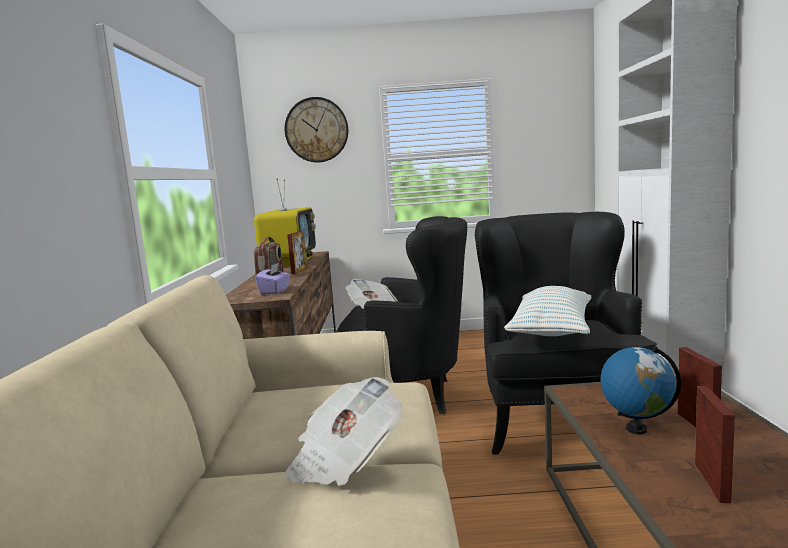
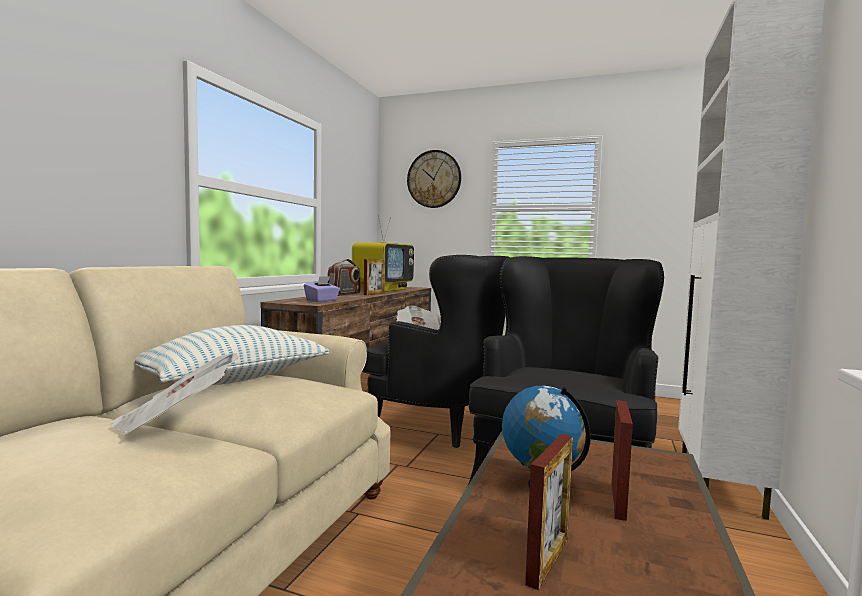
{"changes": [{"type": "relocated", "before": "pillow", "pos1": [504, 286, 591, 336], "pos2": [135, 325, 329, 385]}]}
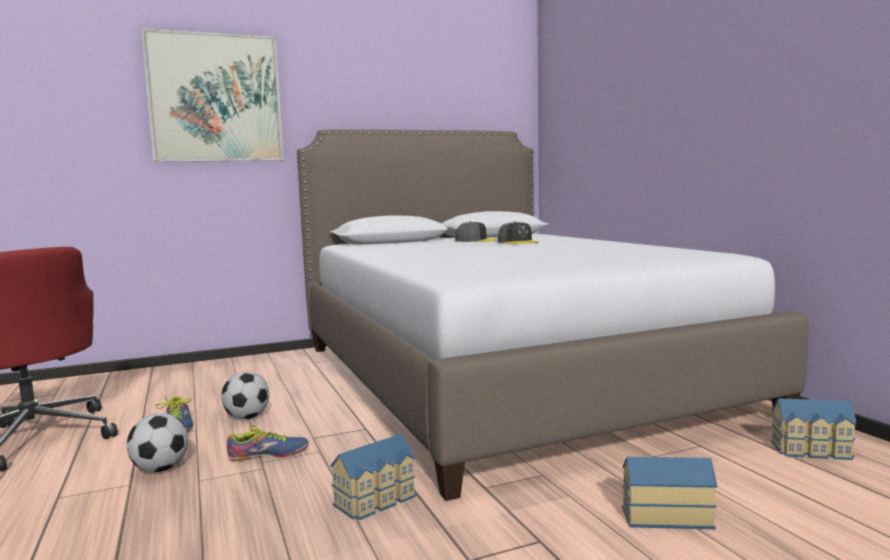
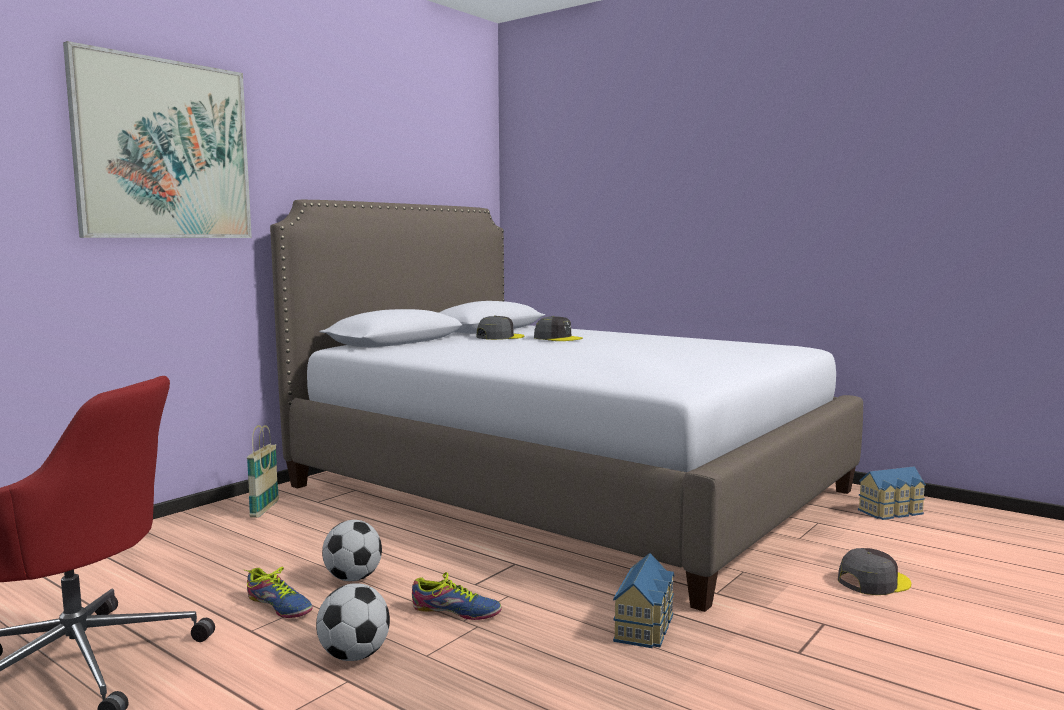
{"changes": [{"type": "appeared", "after": "basket", "pos2": [247, 425, 279, 518]}, {"type": "exchanged", "before": "toy house", "after": "grey cap", "pos1": [622, 457, 717, 530], "pos2": [838, 548, 911, 595]}, {"type": "spun", "before": "shoe", "pos1": [227, 425, 309, 461], "pos2": [412, 572, 502, 620], "turn": 60}]}
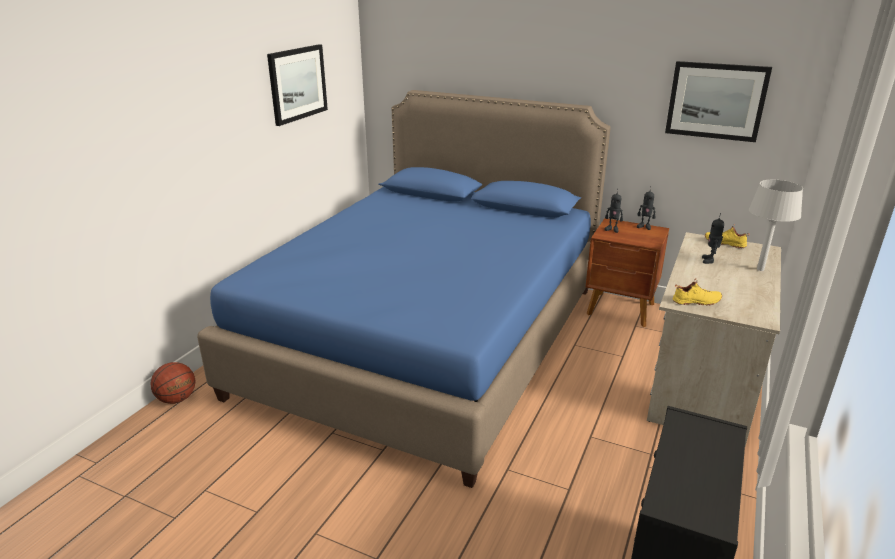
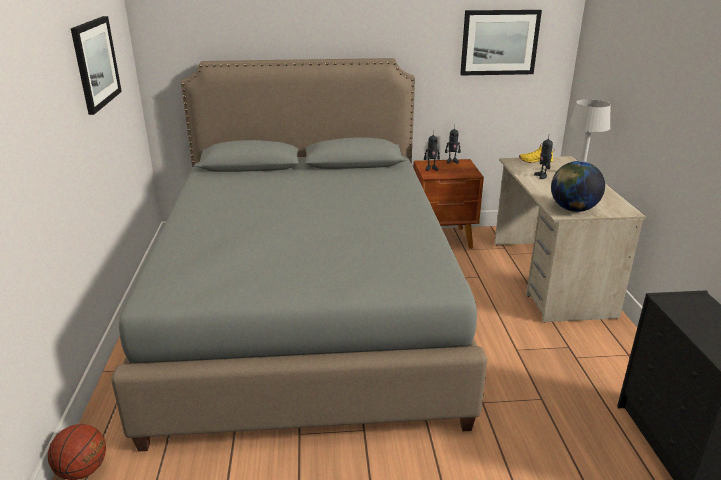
{"changes": [{"type": "exchanged", "before": "yellow shoe", "after": "globe", "pos1": [672, 278, 722, 306], "pos2": [551, 161, 605, 212]}, {"type": "colour", "before": "blue bed", "after": "grey bed", "pos1": [197, 90, 611, 488], "pos2": [111, 58, 488, 452]}]}
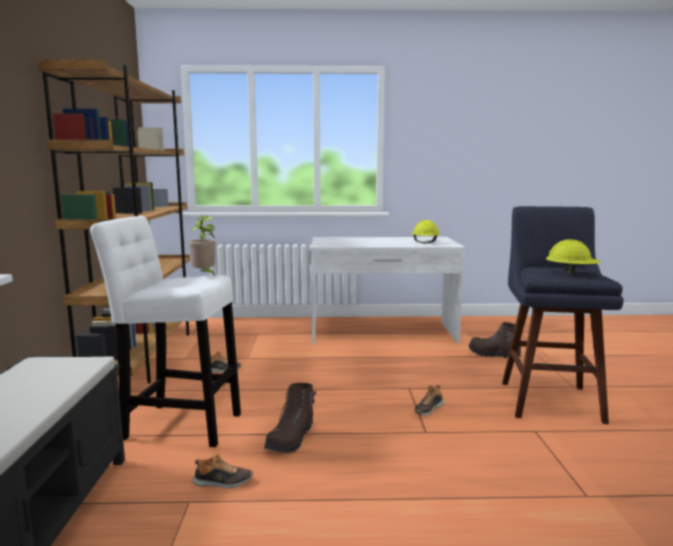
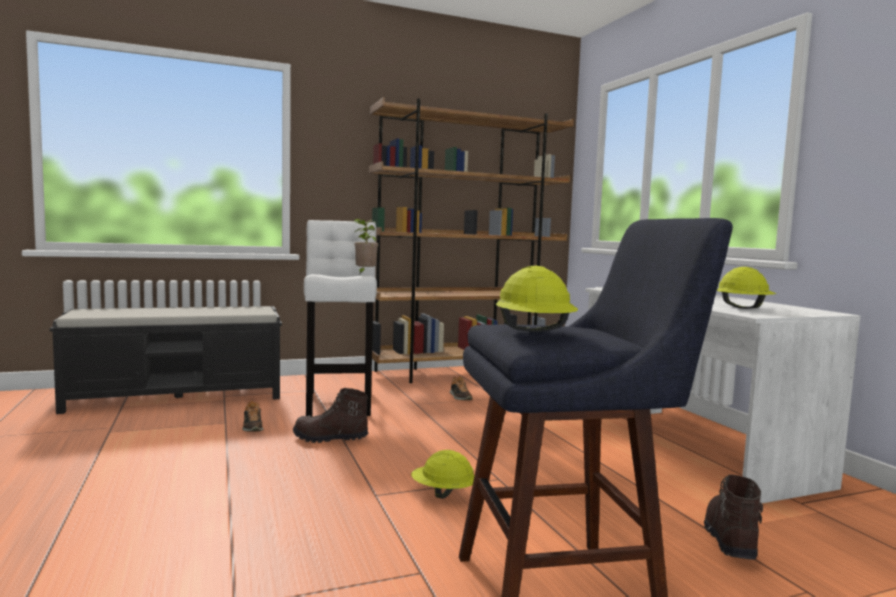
{"changes": [{"type": "exchanged", "before": "shoe", "after": "yellow hard hat", "pos1": [414, 385, 444, 416], "pos2": [411, 450, 474, 499]}]}
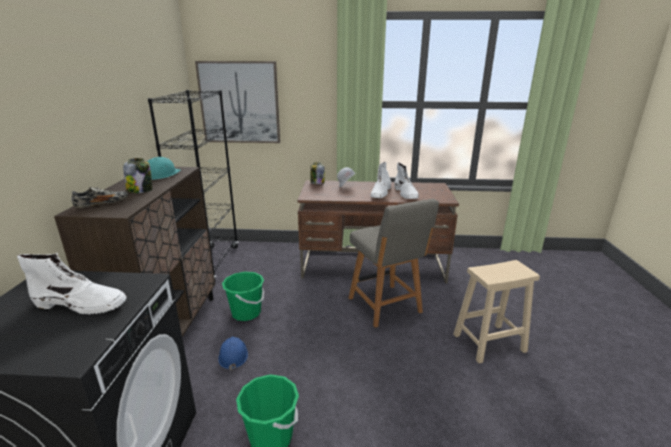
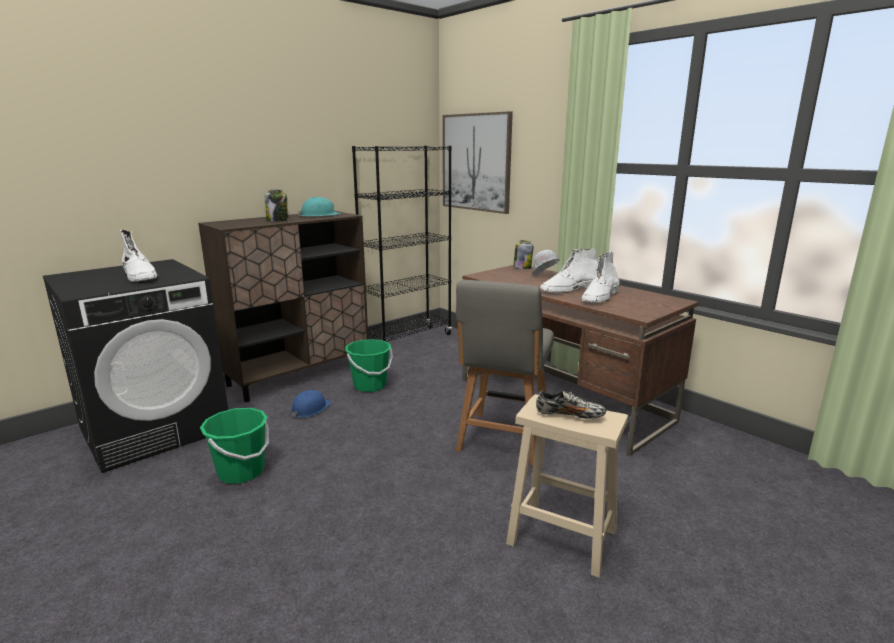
{"changes": [{"type": "relocated", "before": "shoe", "pos1": [71, 187, 128, 208], "pos2": [536, 390, 606, 419]}]}
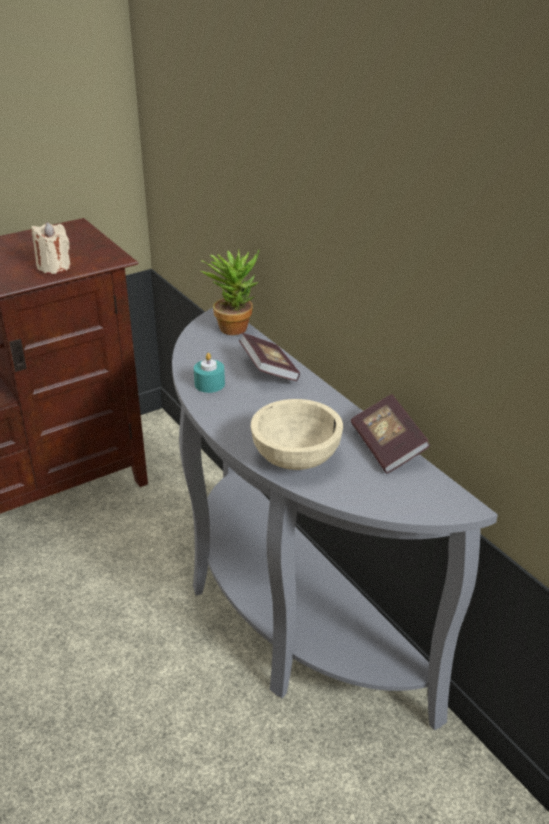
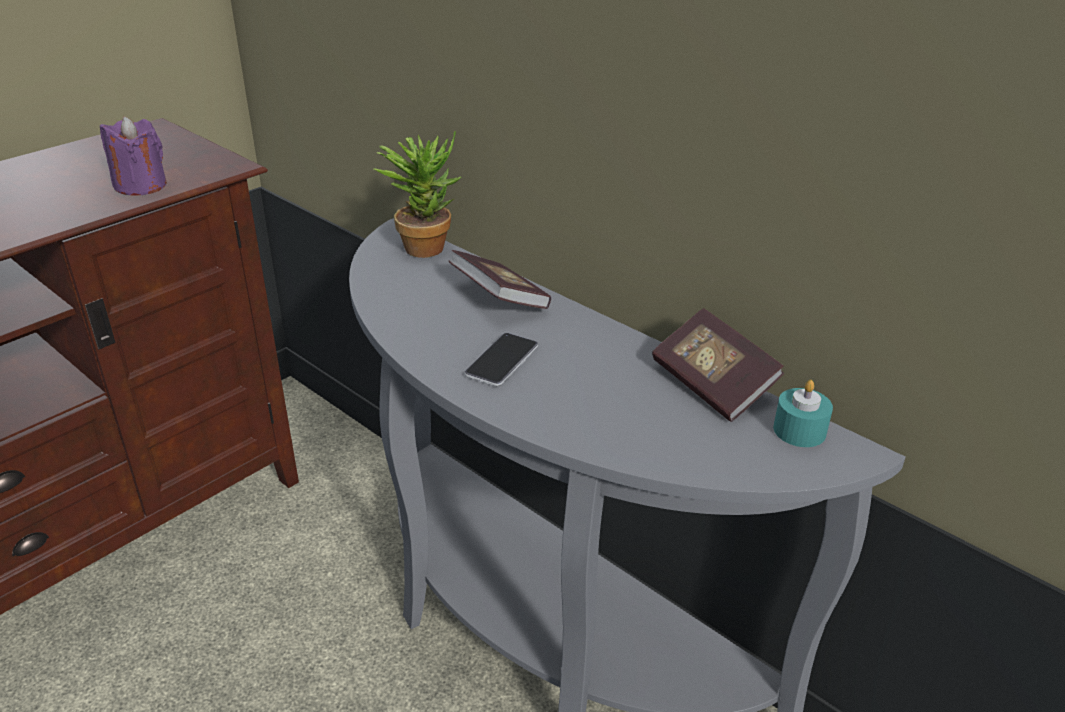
{"changes": [{"type": "missing", "before": "beige bowl", "pos1": [251, 399, 343, 470]}, {"type": "appeared", "after": "phone", "pos2": [464, 333, 538, 386]}, {"type": "relocated", "before": "turquoise candle", "pos1": [194, 353, 225, 393], "pos2": [773, 380, 833, 447]}, {"type": "colour", "before": "beige candle", "after": "purple candle", "pos1": [32, 222, 71, 274], "pos2": [100, 117, 167, 196]}]}
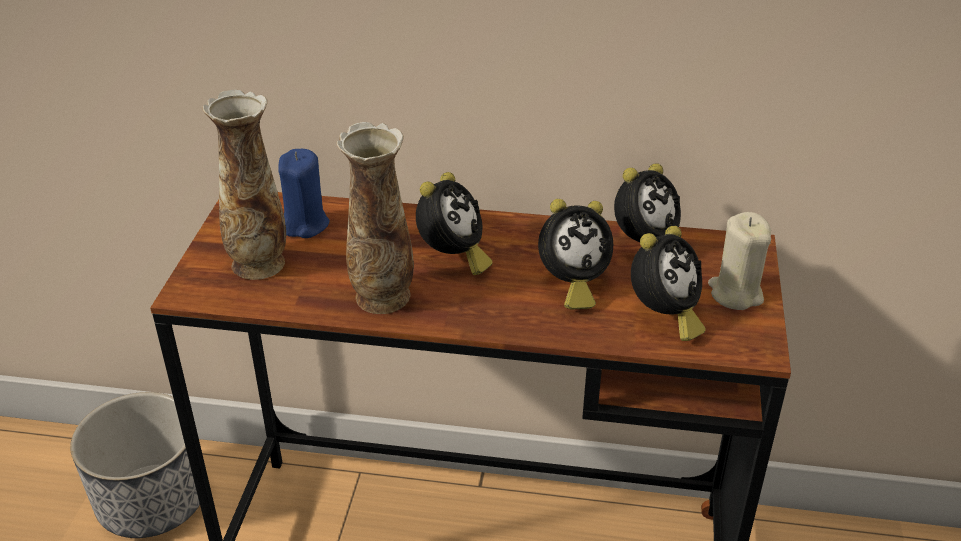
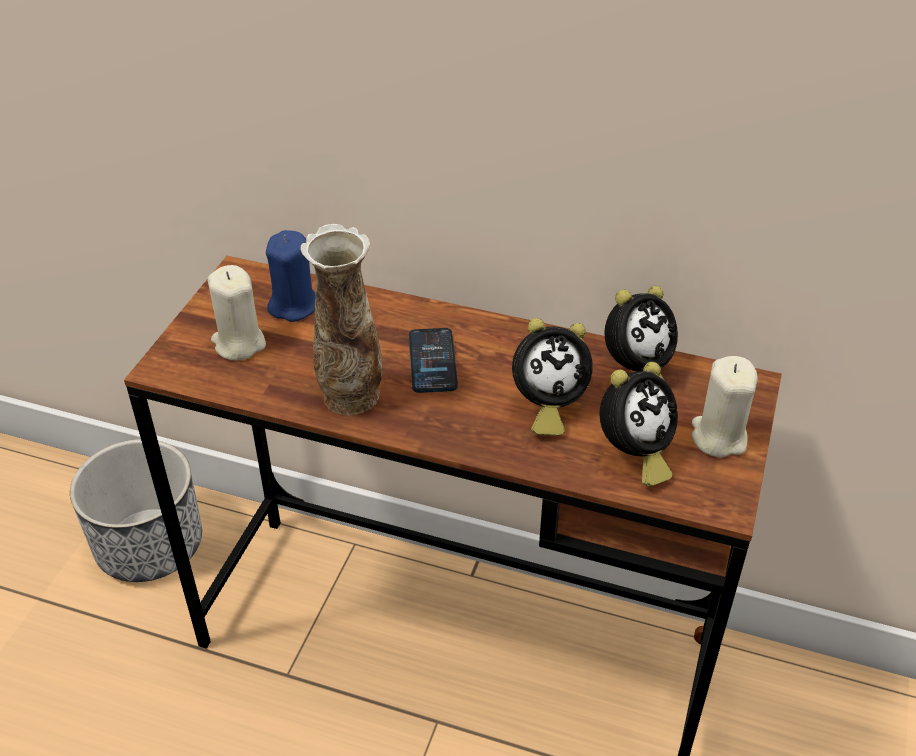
{"changes": [{"type": "exchanged", "before": "vase", "after": "beige candle", "pos1": [202, 89, 286, 280], "pos2": [207, 265, 266, 360]}, {"type": "exchanged", "before": "alarm clock", "after": "phone", "pos1": [416, 172, 493, 275], "pos2": [409, 328, 458, 393]}]}
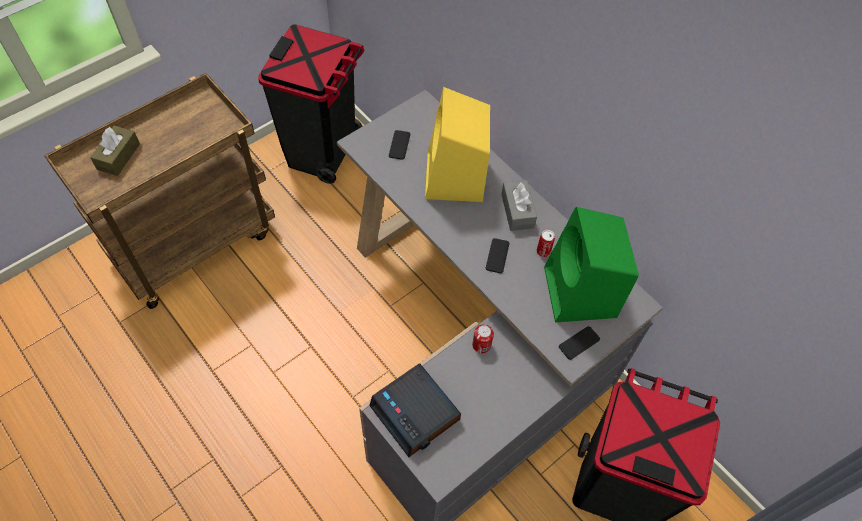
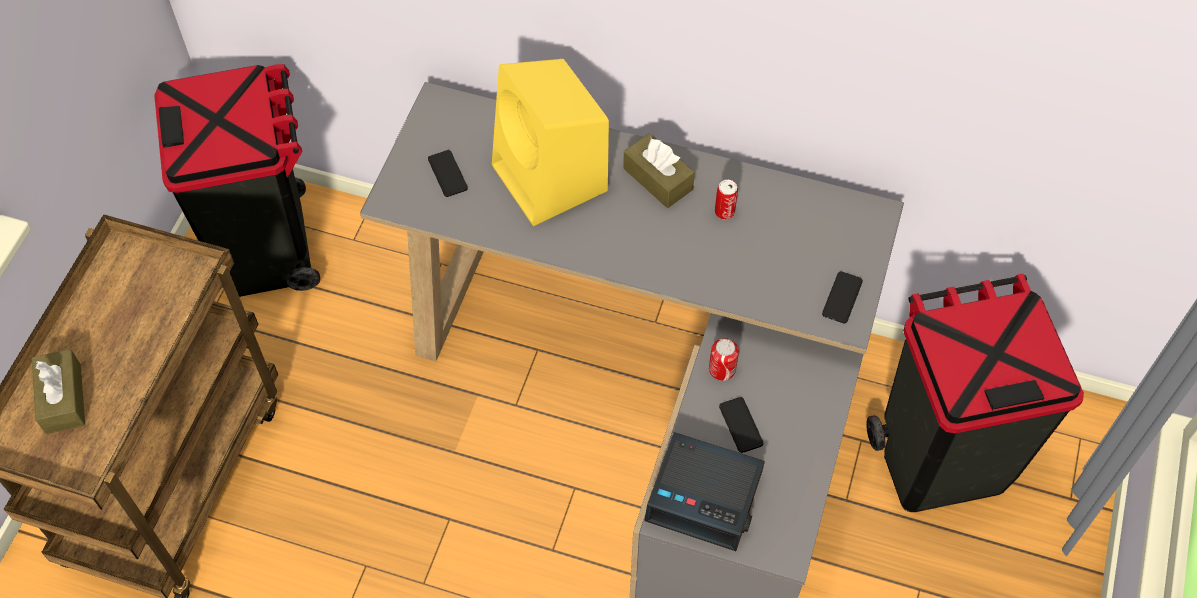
{"changes": [{"type": "missing", "before": "green speaker", "pos1": [544, 207, 639, 323]}, {"type": "relocated", "before": "phone", "pos1": [486, 238, 509, 273], "pos2": [719, 397, 763, 453]}, {"type": "colour", "before": "grey tissue box", "after": "brown tissue box", "pos1": [501, 180, 537, 231], "pos2": [623, 133, 695, 208]}]}
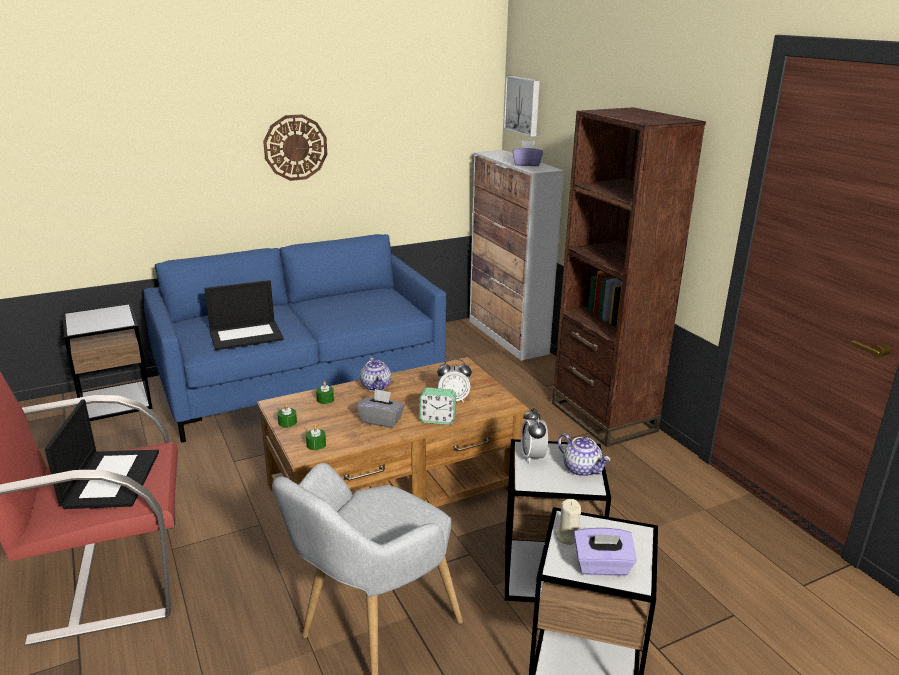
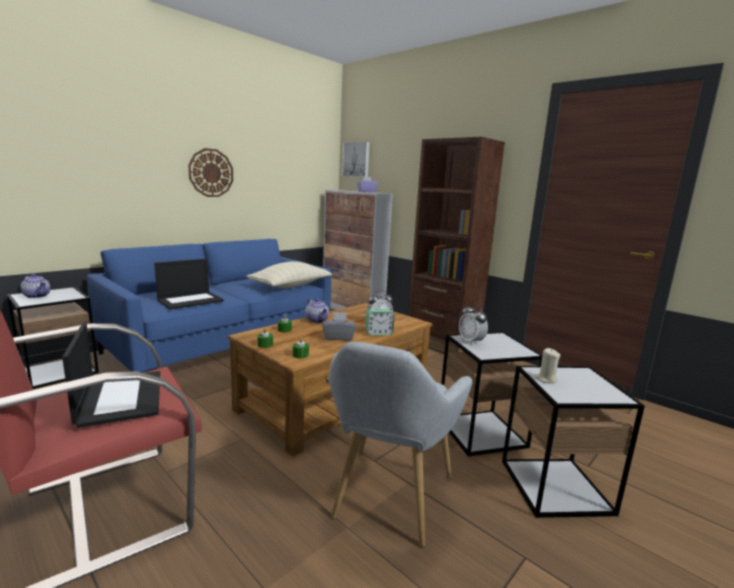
{"changes": [{"type": "missing", "before": "purple tissue box", "pos1": [574, 527, 637, 576]}, {"type": "appeared", "after": "beige pillow", "pos2": [247, 261, 332, 288]}, {"type": "relocated", "before": "teapot", "pos1": [558, 433, 610, 477], "pos2": [20, 274, 50, 298]}]}
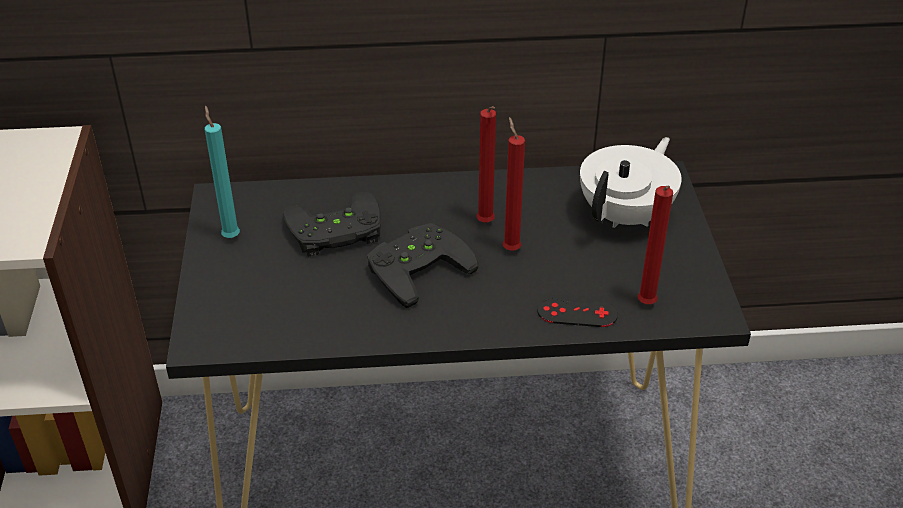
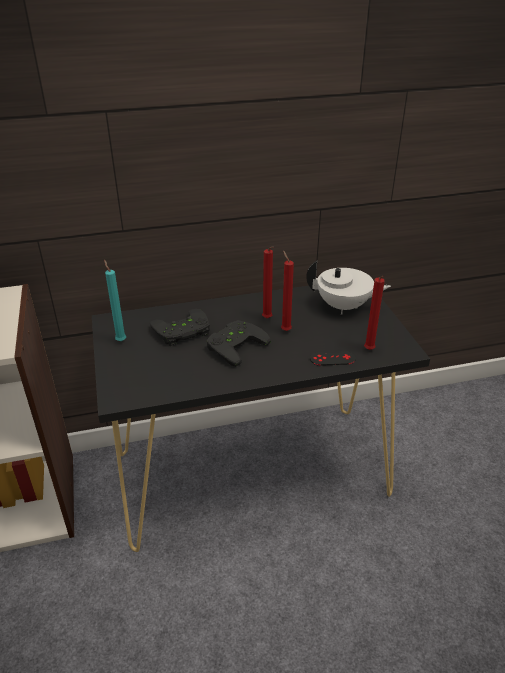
{"changes": [{"type": "spun", "before": "white teapot", "pos1": [580, 137, 682, 228], "pos2": [306, 261, 391, 315], "turn": 75}]}
